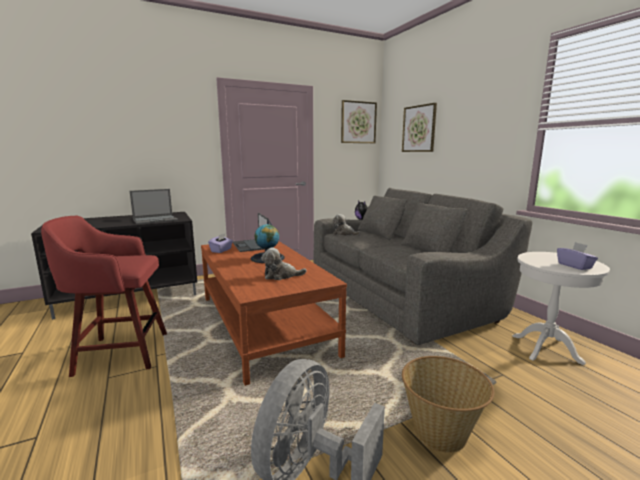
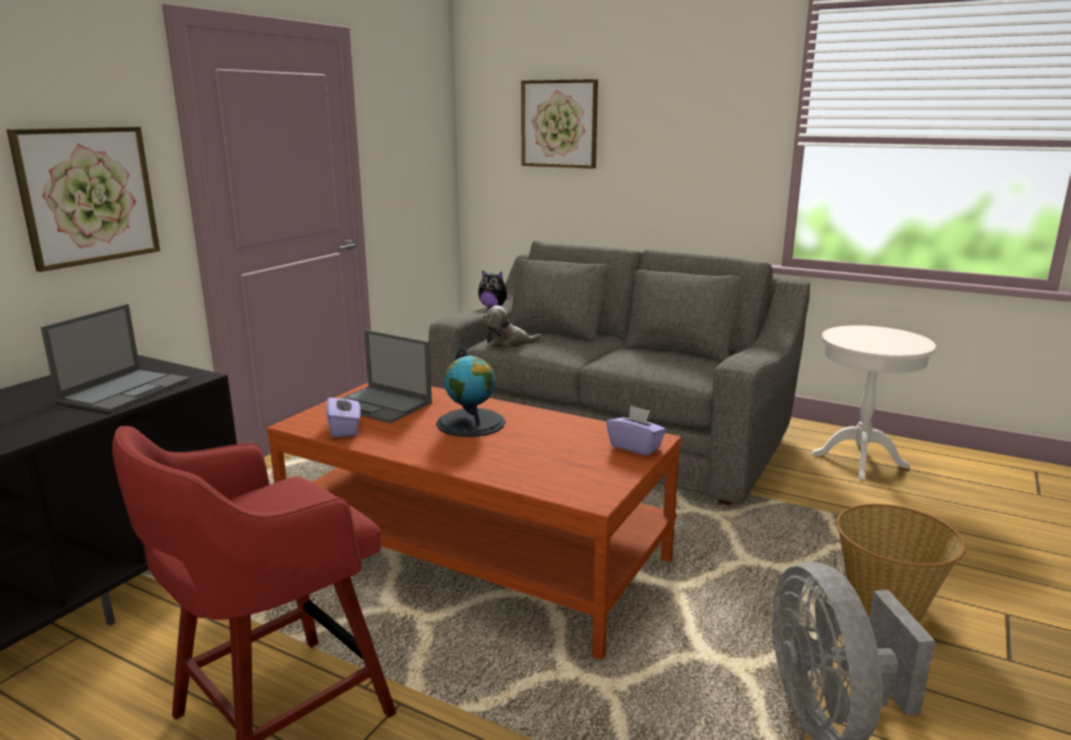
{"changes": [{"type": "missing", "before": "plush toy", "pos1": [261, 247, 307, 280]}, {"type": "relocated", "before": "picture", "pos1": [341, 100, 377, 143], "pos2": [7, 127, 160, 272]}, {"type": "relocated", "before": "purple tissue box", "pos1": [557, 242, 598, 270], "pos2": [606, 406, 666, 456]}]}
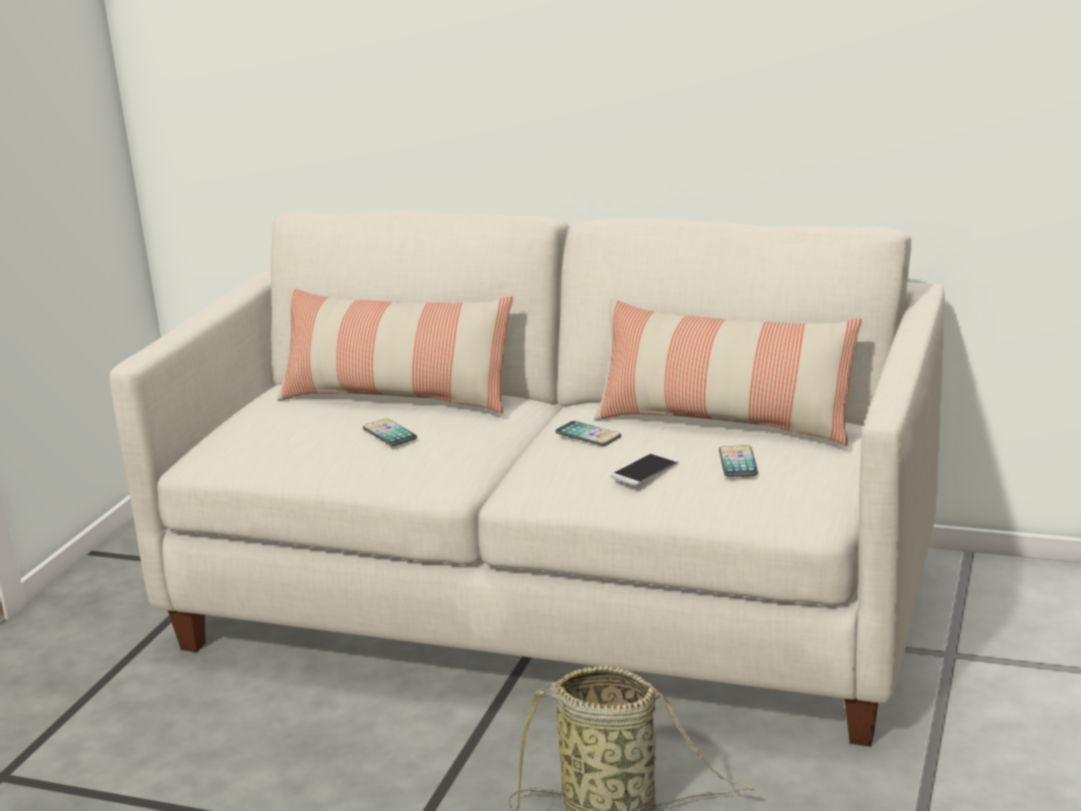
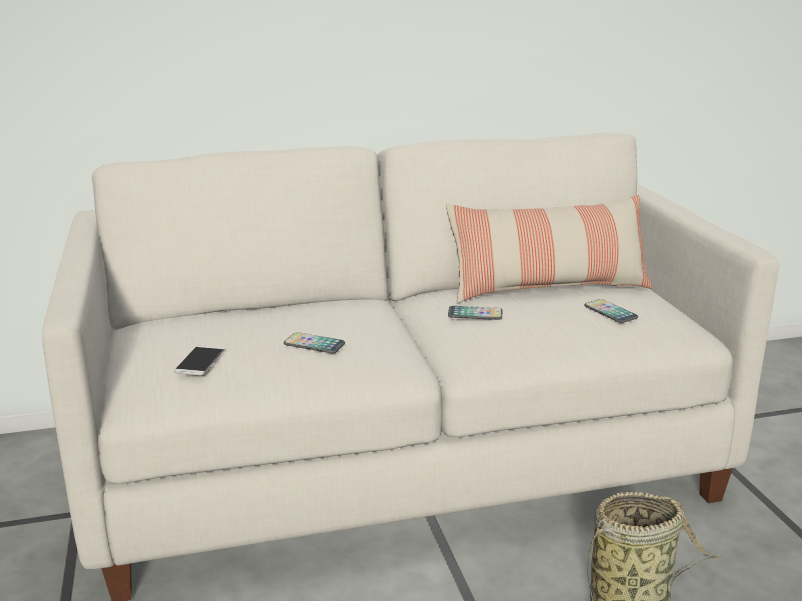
{"changes": [{"type": "missing", "before": "pillow", "pos1": [277, 286, 513, 414]}, {"type": "relocated", "before": "phone", "pos1": [611, 453, 678, 485], "pos2": [174, 345, 225, 376]}]}
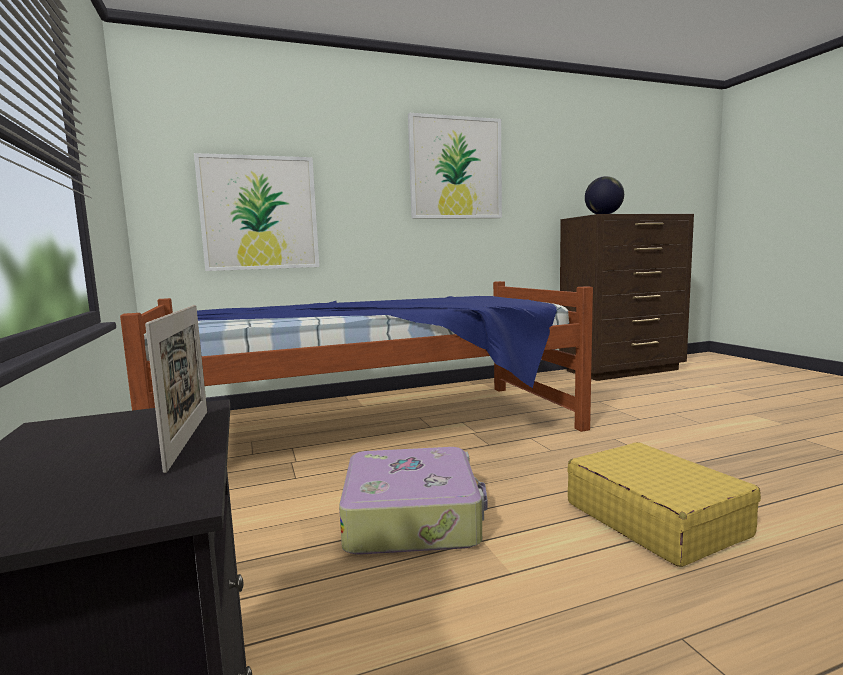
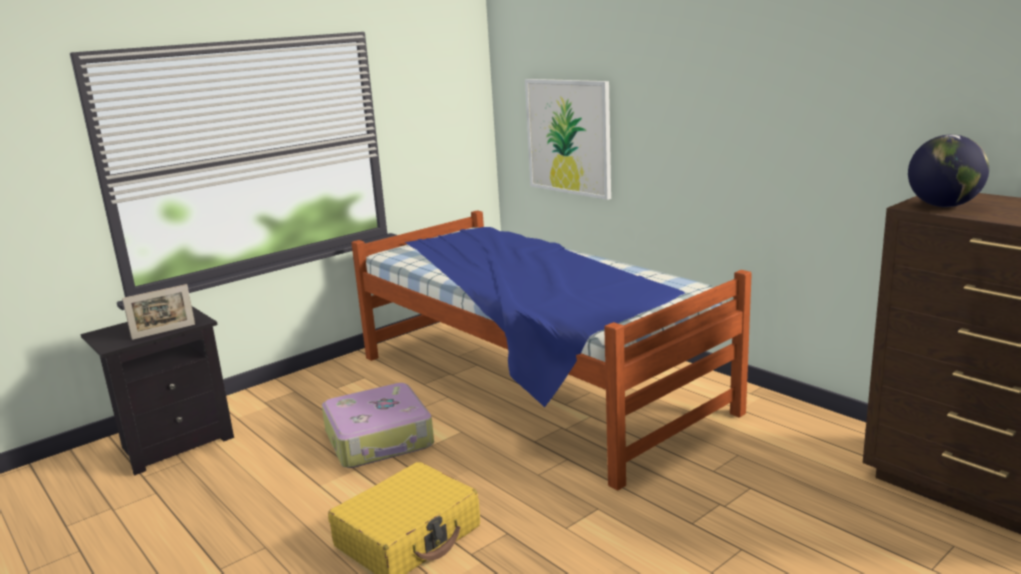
{"changes": [{"type": "missing", "before": "picture", "pos1": [408, 113, 502, 219]}]}
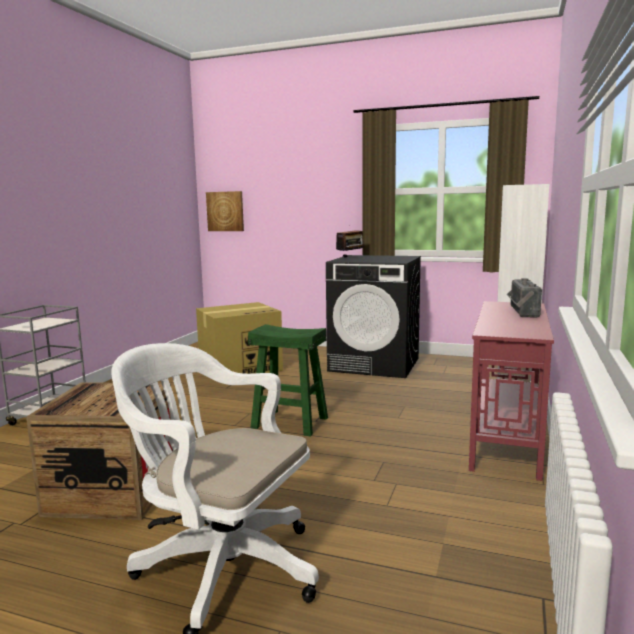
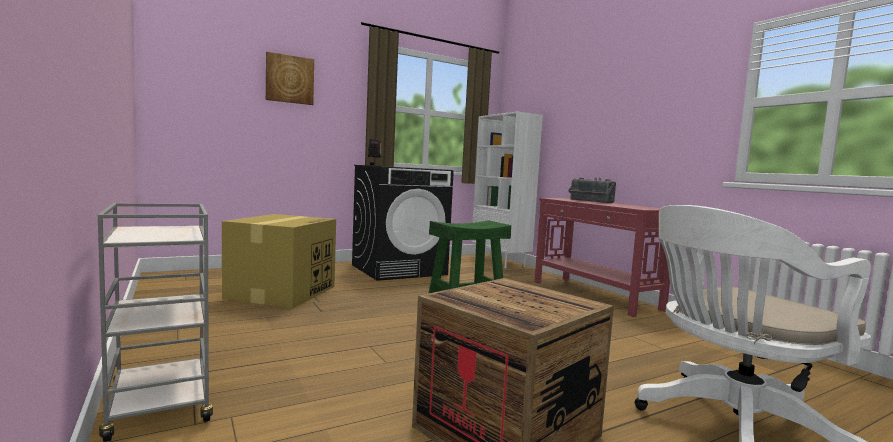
{"changes": [{"type": "relocated", "before": "picture", "pos1": [206, 191, 244, 231], "pos2": [266, 52, 314, 105]}]}
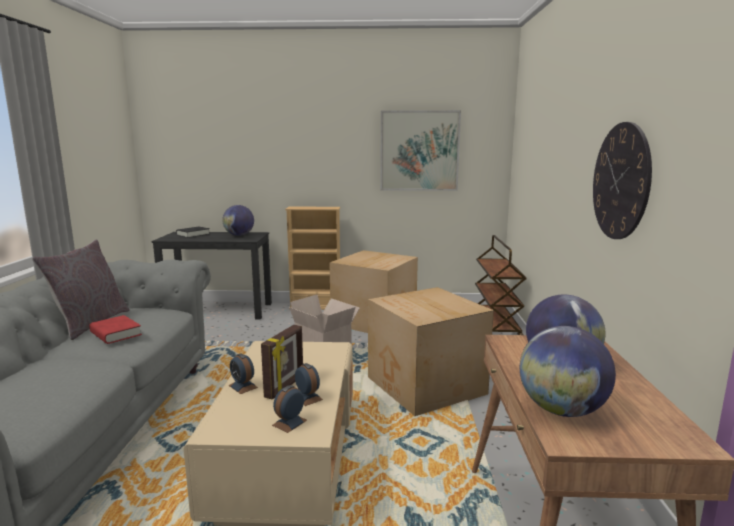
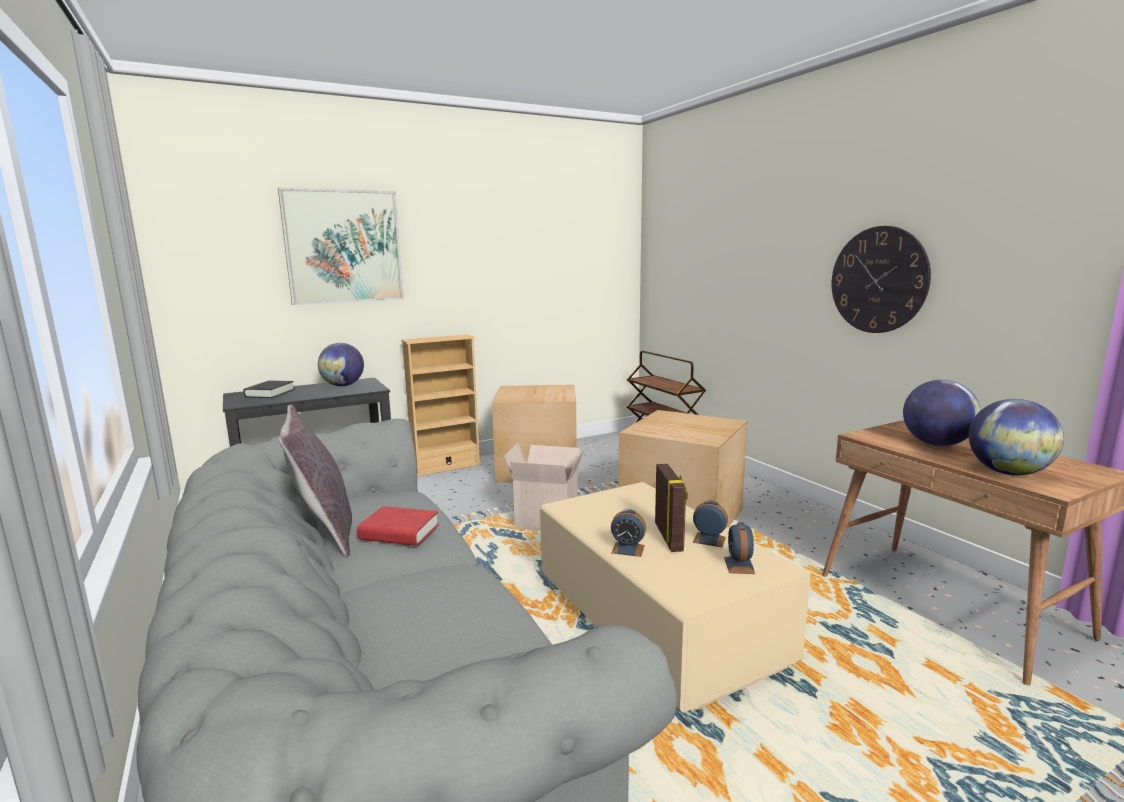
{"changes": [{"type": "relocated", "before": "picture", "pos1": [380, 110, 461, 191], "pos2": [278, 188, 404, 305]}]}
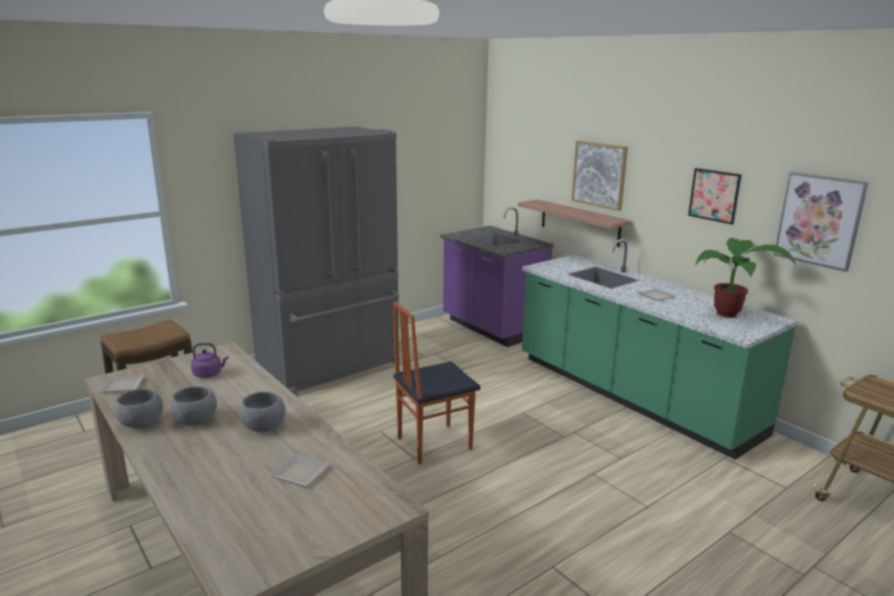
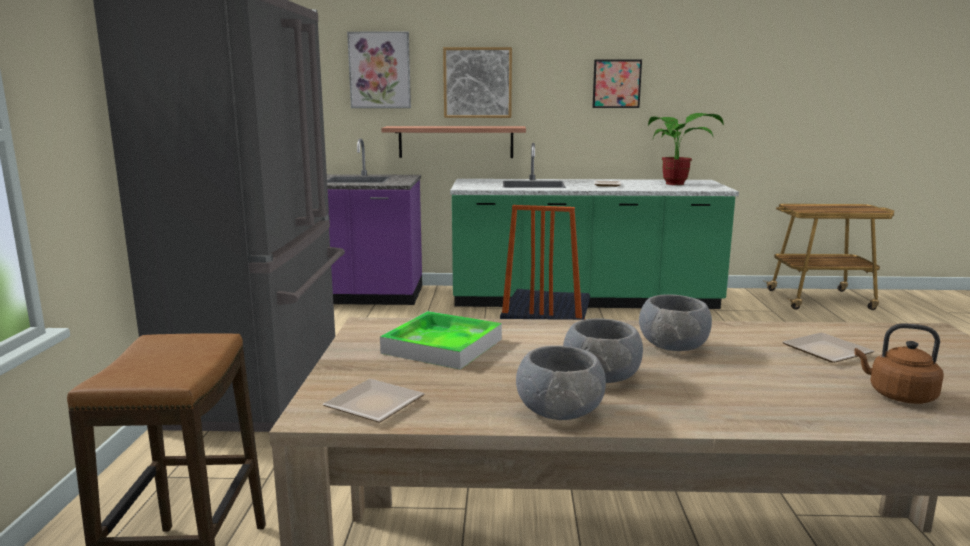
{"changes": [{"type": "appeared", "after": "brown kettle", "pos2": [854, 323, 944, 404]}, {"type": "relocated", "before": "picture", "pos1": [774, 172, 869, 272], "pos2": [347, 32, 411, 108]}, {"type": "exchanged", "before": "purple kettle", "after": "tray", "pos1": [191, 343, 228, 378], "pos2": [380, 311, 502, 369]}]}
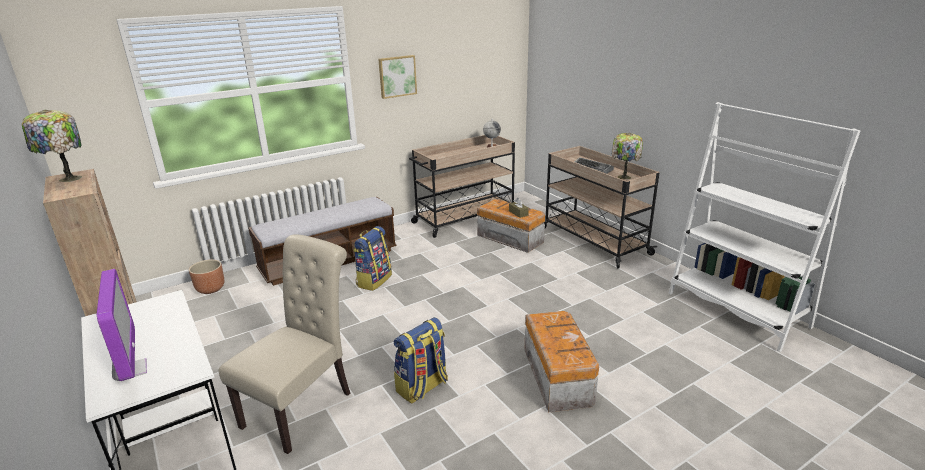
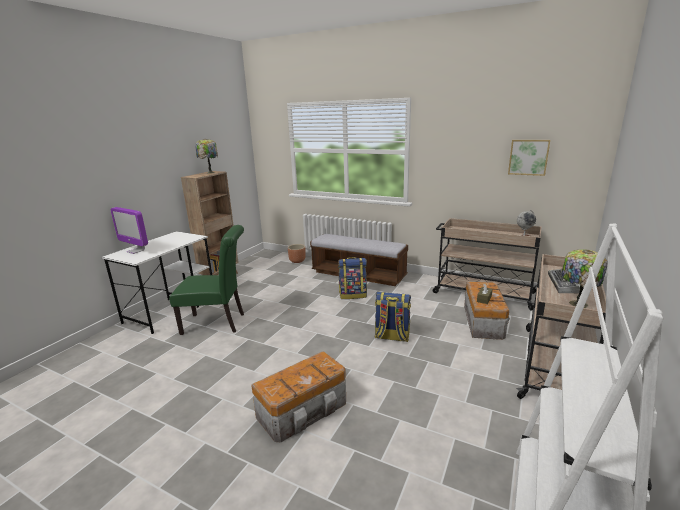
{"changes": [{"type": "relocated", "before": "picture", "pos1": [378, 55, 417, 99], "pos2": [508, 140, 550, 176]}, {"type": "relocated", "before": "backpack", "pos1": [394, 317, 448, 404], "pos2": [375, 292, 411, 342]}, {"type": "colour", "before": "beige chair", "after": "green chair", "pos1": [219, 234, 350, 454], "pos2": [169, 225, 244, 335]}, {"type": "spun", "before": "monitor", "pos1": [97, 269, 147, 381], "pos2": [111, 207, 148, 254], "turn": 90}]}
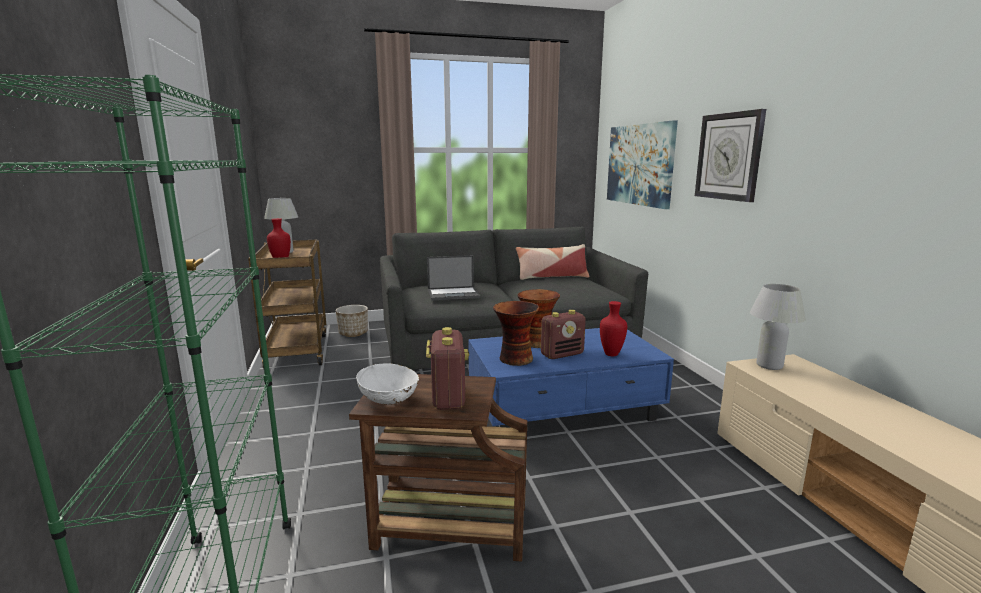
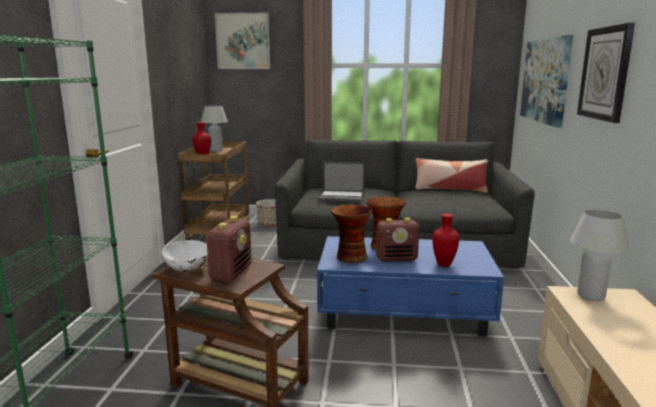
{"changes": [{"type": "appeared", "after": "picture", "pos2": [215, 13, 270, 69]}]}
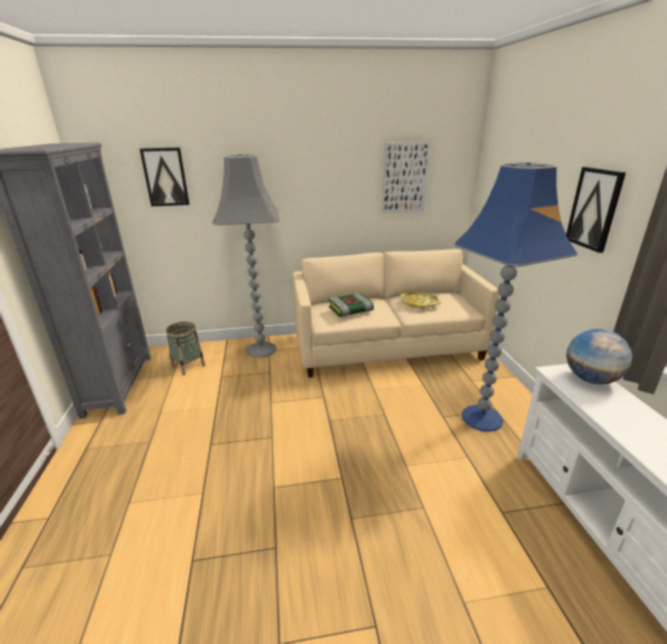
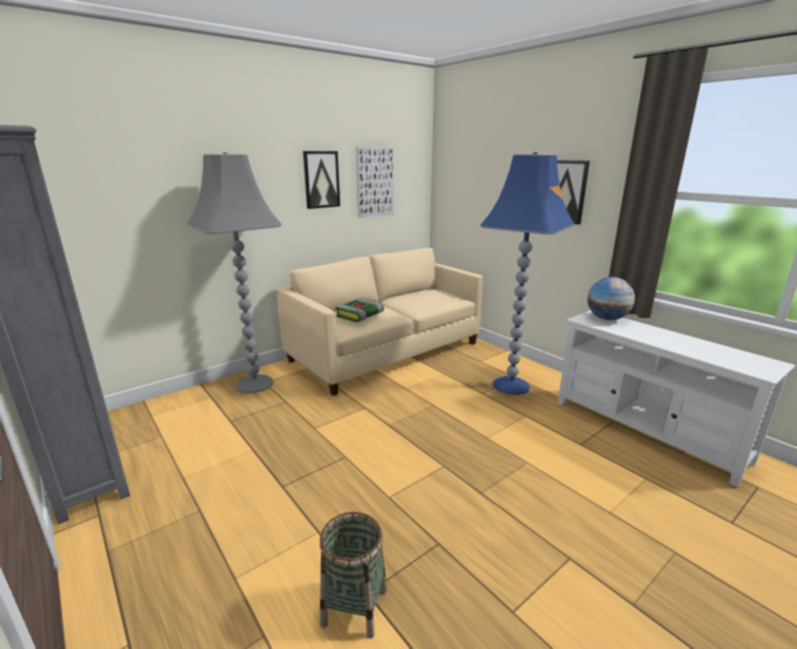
{"changes": [{"type": "missing", "before": "yellow tray", "pos1": [400, 292, 441, 309]}, {"type": "relocated", "before": "picture", "pos1": [140, 148, 189, 206], "pos2": [303, 151, 340, 209]}, {"type": "relocated", "before": "basket", "pos1": [166, 322, 205, 376], "pos2": [320, 512, 387, 639]}]}
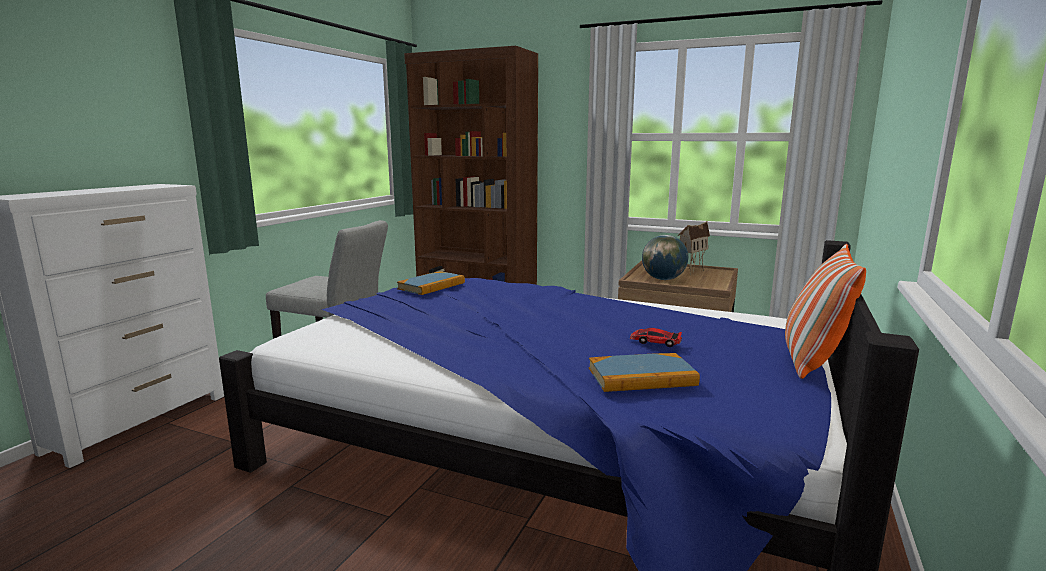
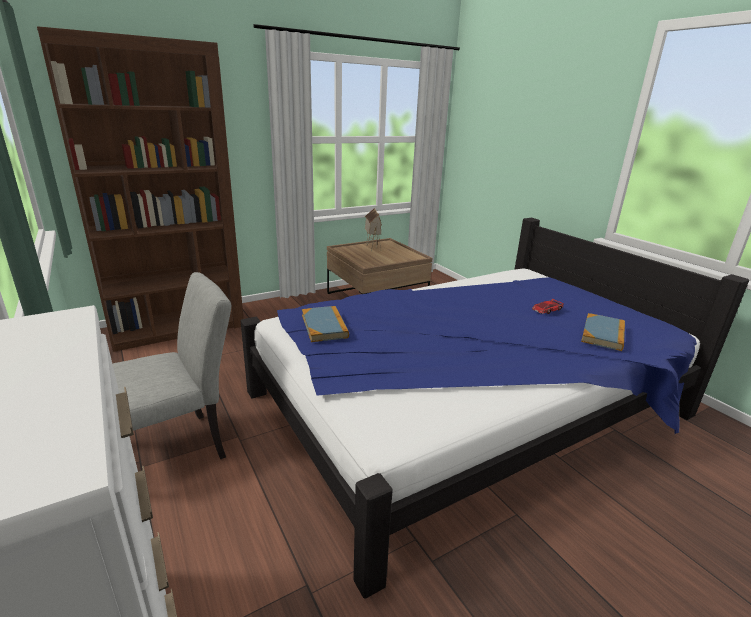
{"changes": [{"type": "missing", "before": "globe", "pos1": [642, 235, 688, 280]}, {"type": "missing", "before": "pillow", "pos1": [785, 244, 866, 379]}]}
